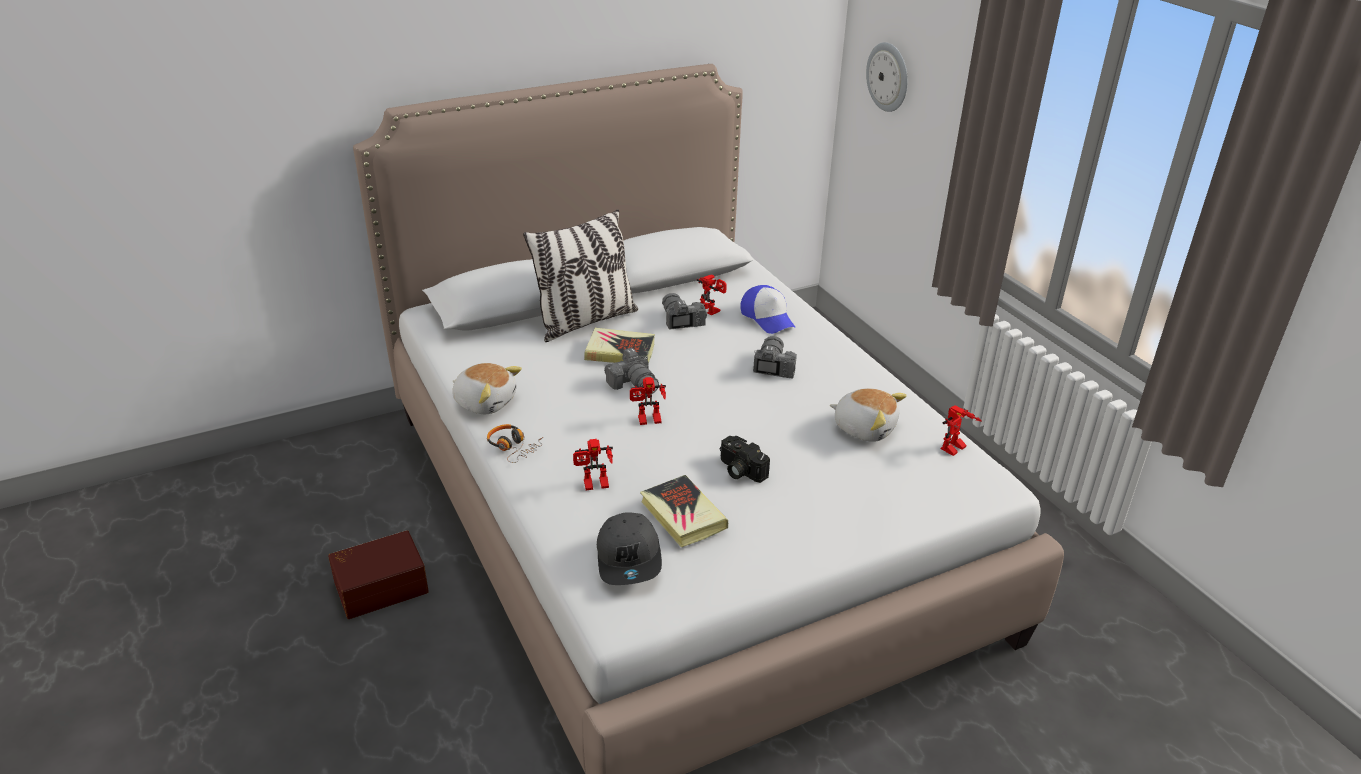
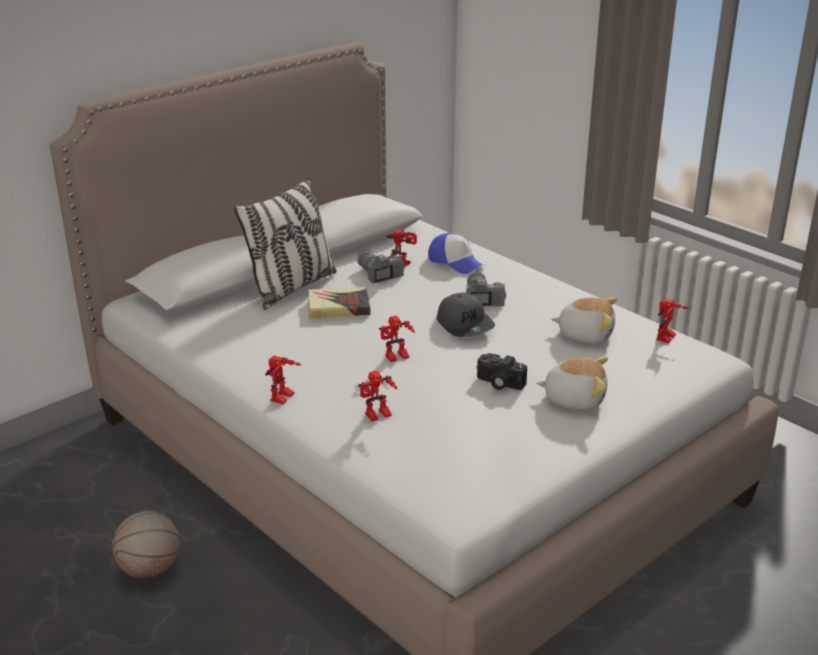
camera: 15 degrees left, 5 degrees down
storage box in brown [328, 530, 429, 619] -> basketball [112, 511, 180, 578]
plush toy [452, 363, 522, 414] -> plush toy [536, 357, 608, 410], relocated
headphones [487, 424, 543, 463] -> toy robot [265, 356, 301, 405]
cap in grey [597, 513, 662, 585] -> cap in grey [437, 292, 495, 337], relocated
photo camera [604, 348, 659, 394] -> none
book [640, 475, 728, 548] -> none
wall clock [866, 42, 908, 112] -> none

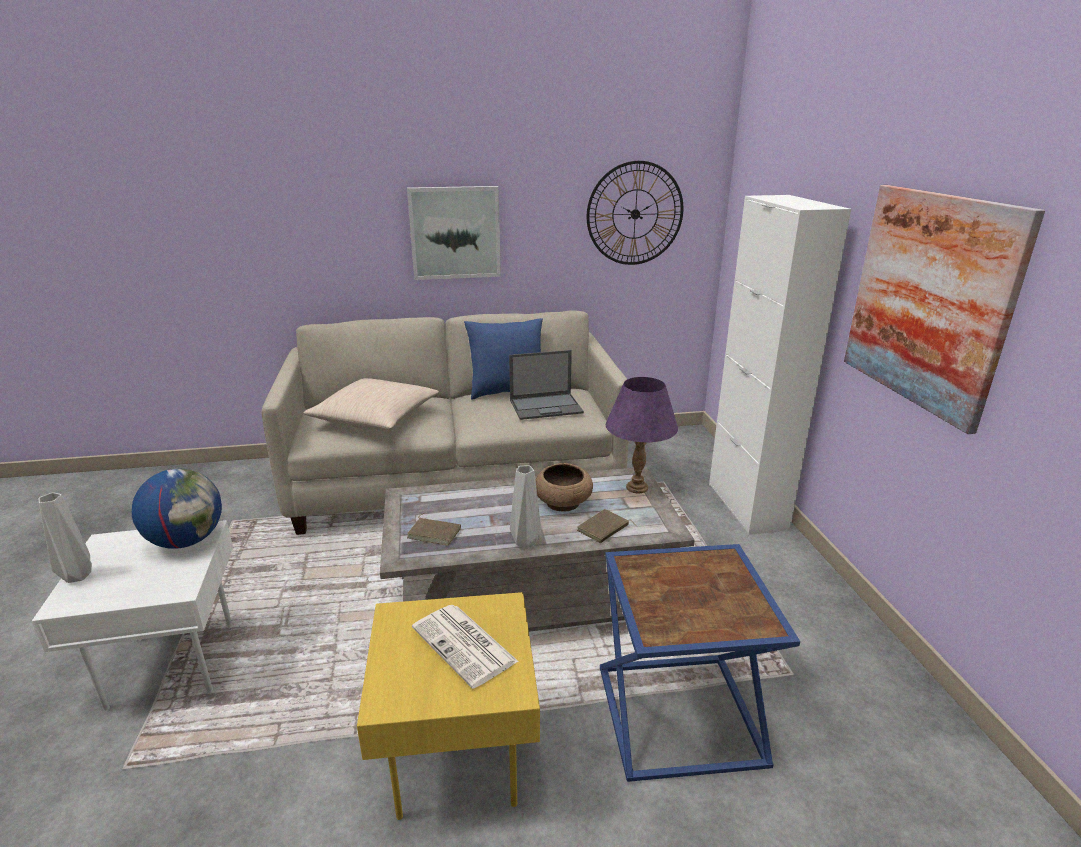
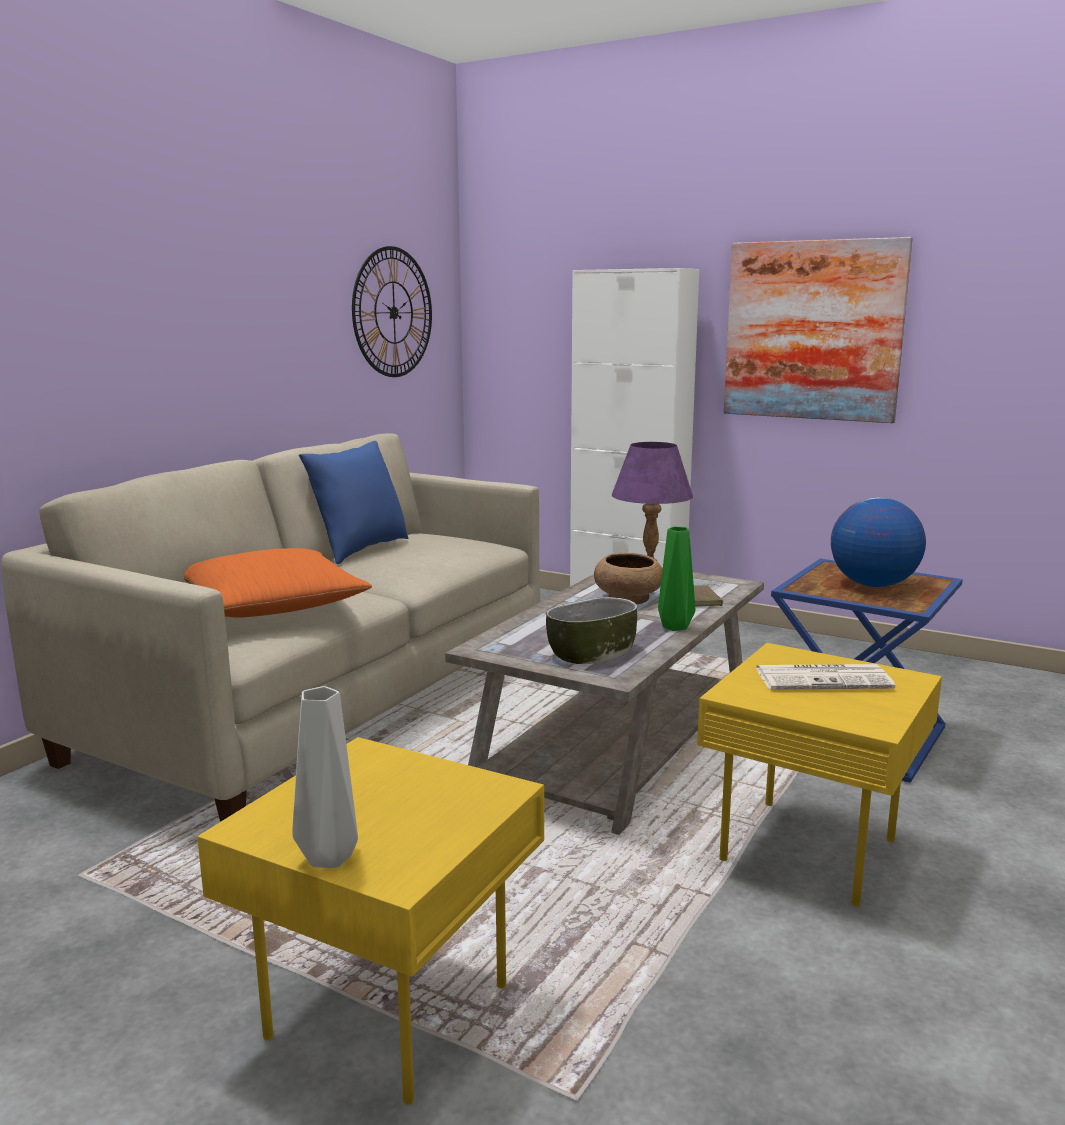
camera: 50 degrees left, 10 degrees down
side table in white [32, 520, 233, 711] -> side table in yellow [197, 737, 544, 1105]
globe [132, 468, 222, 549] -> globe [831, 497, 926, 587], relocated
pillow in beige [303, 378, 439, 430] -> pillow in orange [184, 548, 372, 618]
picture [407, 186, 501, 280] -> none
book in brown [407, 513, 461, 546] -> bowl [546, 597, 637, 664]
laptop [509, 350, 584, 420] -> none
vase in grey [510, 466, 541, 548] -> vase in green [658, 526, 695, 631]

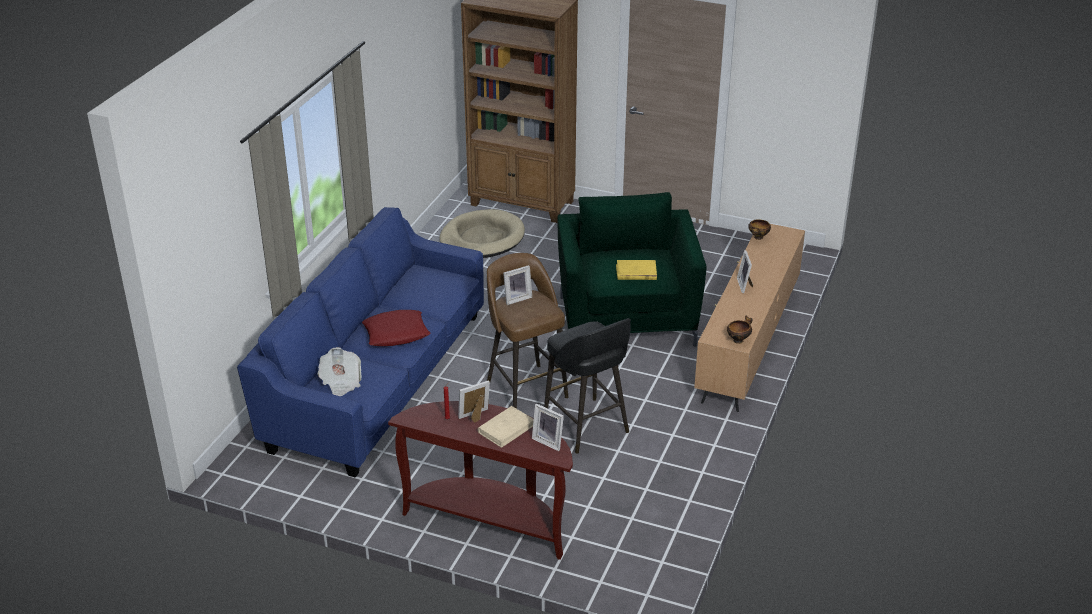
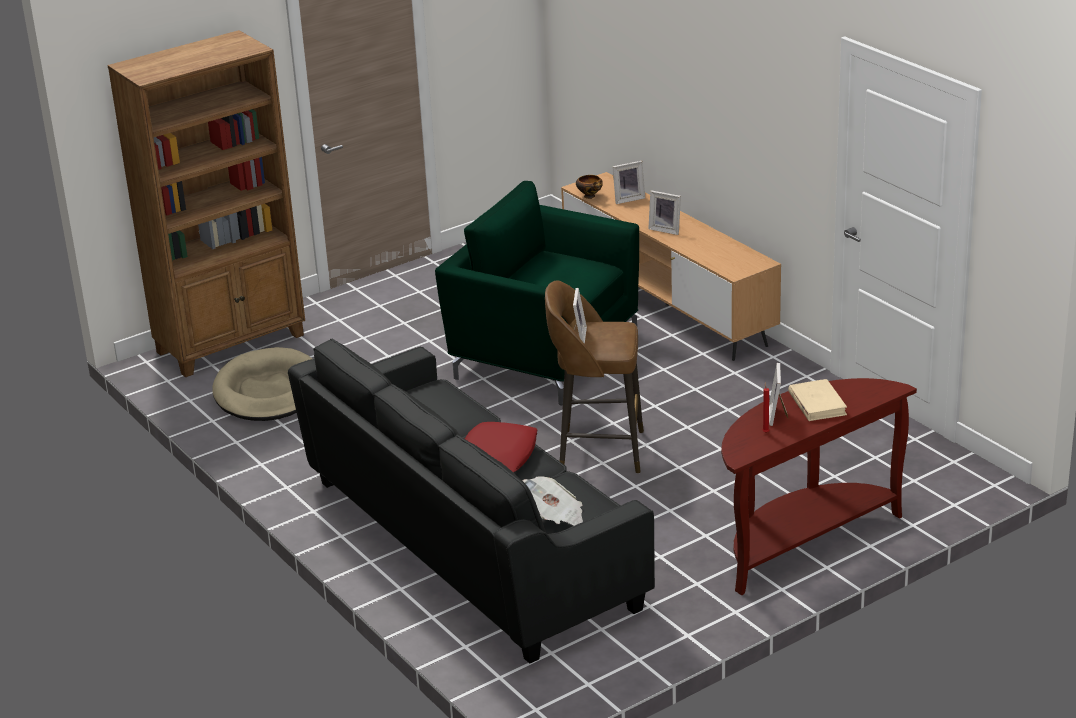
camera: 55 degrees left, 5 degrees down
sofa in blue [237, 207, 484, 478] -> sofa in black [288, 339, 655, 664]
picture frame [532, 403, 564, 451] -> picture frame [612, 161, 645, 204], relocated
stool in black [544, 318, 631, 454] -> none
book in yellow [616, 260, 657, 280] -> none
bowl [727, 316, 753, 344] -> none

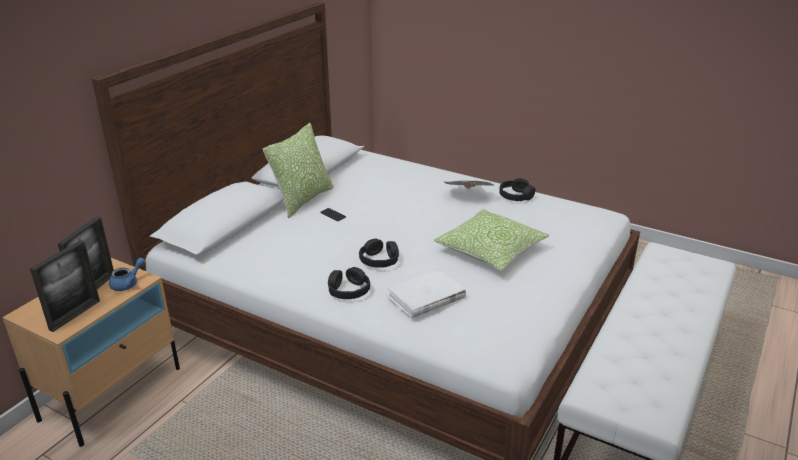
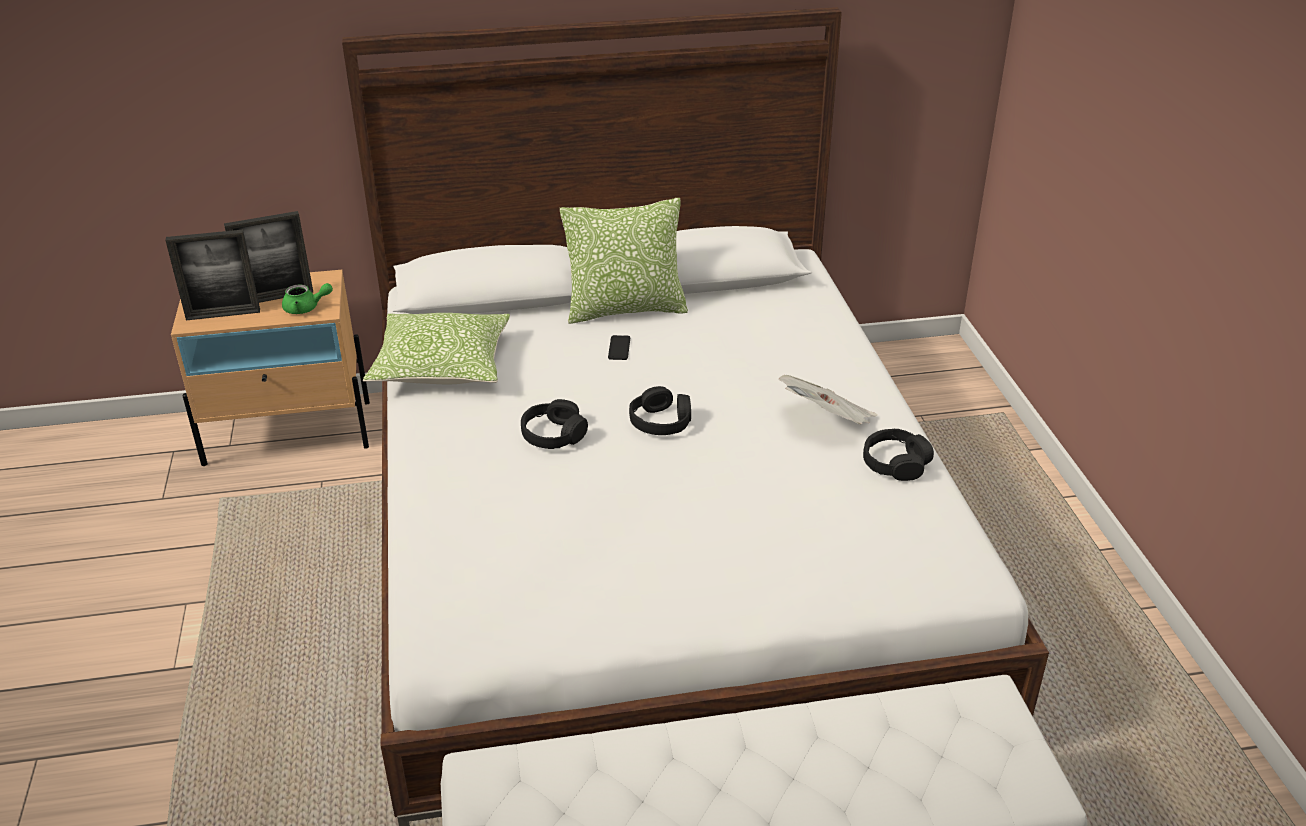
camera: 50 degrees right, 5 degrees up
teapot in blue [109, 258, 145, 291] -> teapot in green [282, 283, 333, 314]
headphones in black [328, 267, 370, 299] -> headphones in black [629, 386, 691, 435], relocated
book in white [386, 269, 466, 318] -> none
pillow [434, 209, 549, 271] -> pillow [363, 313, 510, 384], relocated

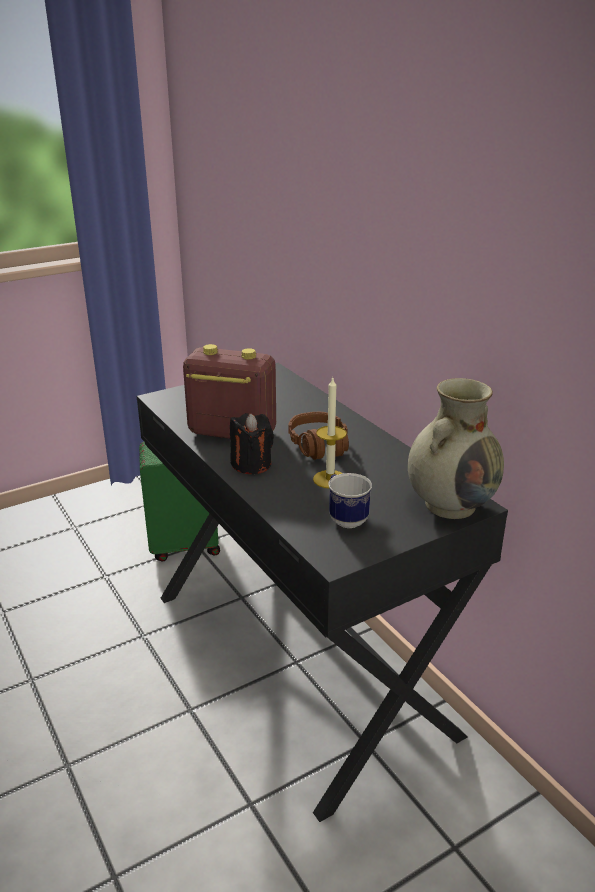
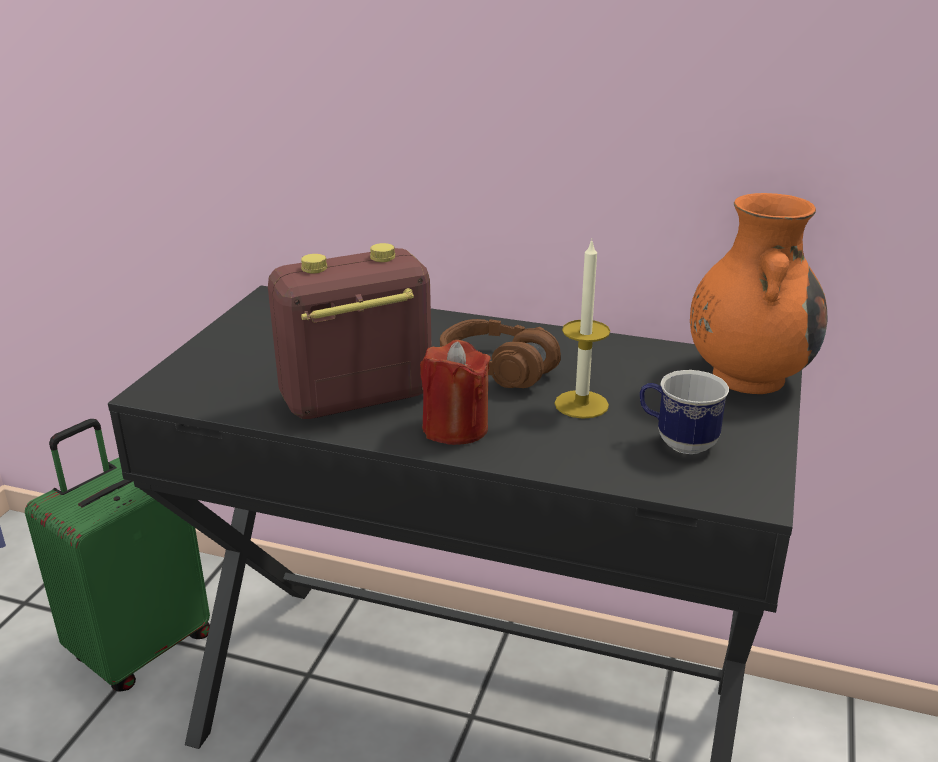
camera: 40 degrees left, 0 degrees up
candle in black [230, 413, 274, 474] -> candle in red [420, 340, 491, 445]
vase in beige [408, 378, 504, 519] -> vase in orange [690, 193, 828, 394]

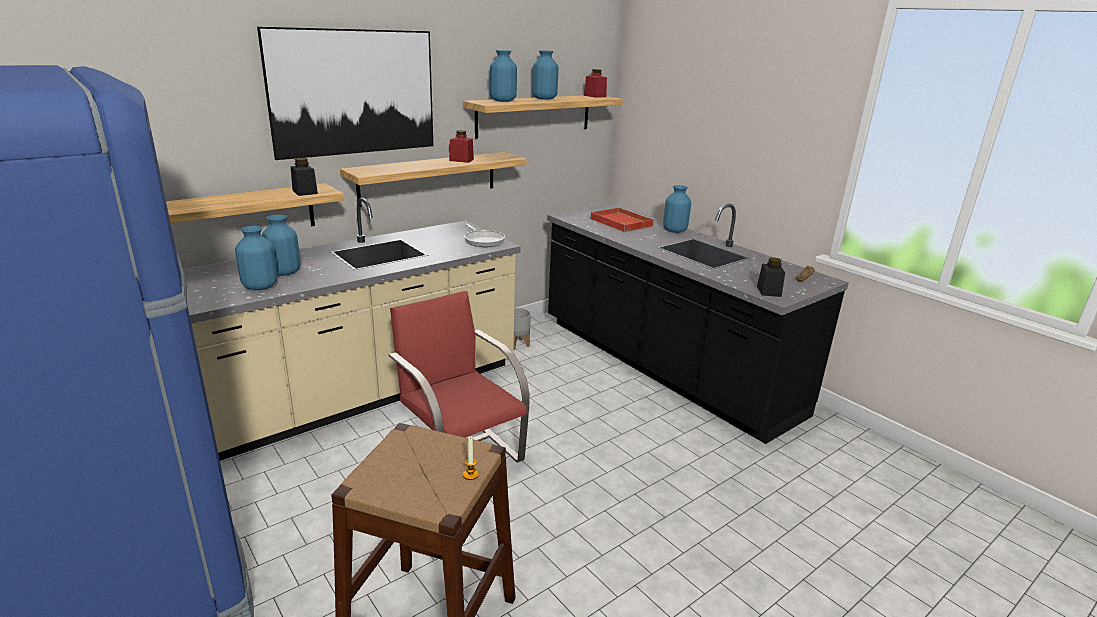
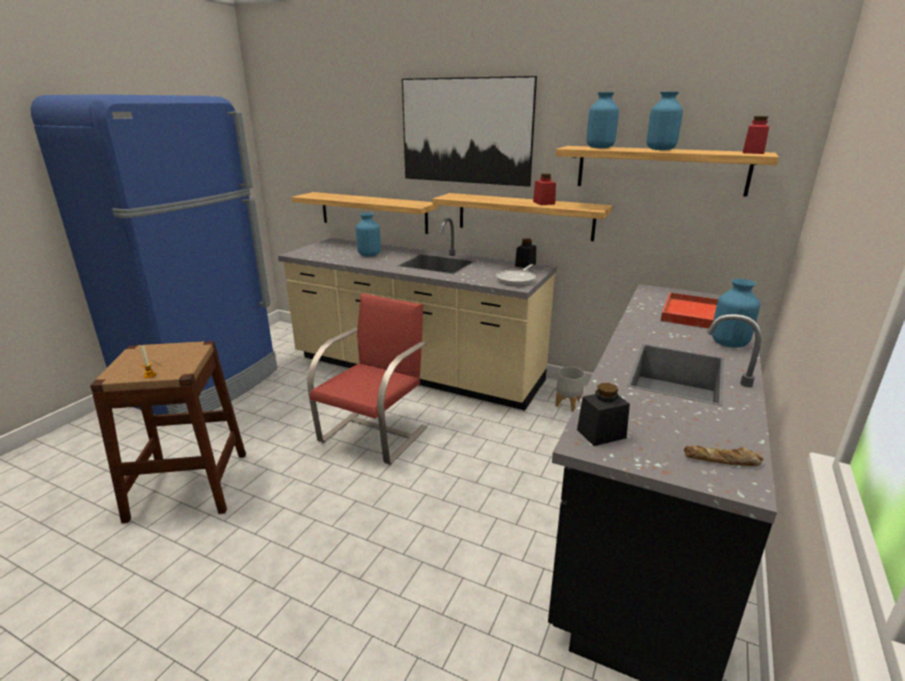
camera: 65 degrees right, 0 degrees up
vase in blue [235, 226, 278, 290] -> none
jar in black [291, 158, 318, 196] -> jar in black [515, 238, 536, 269], relocated

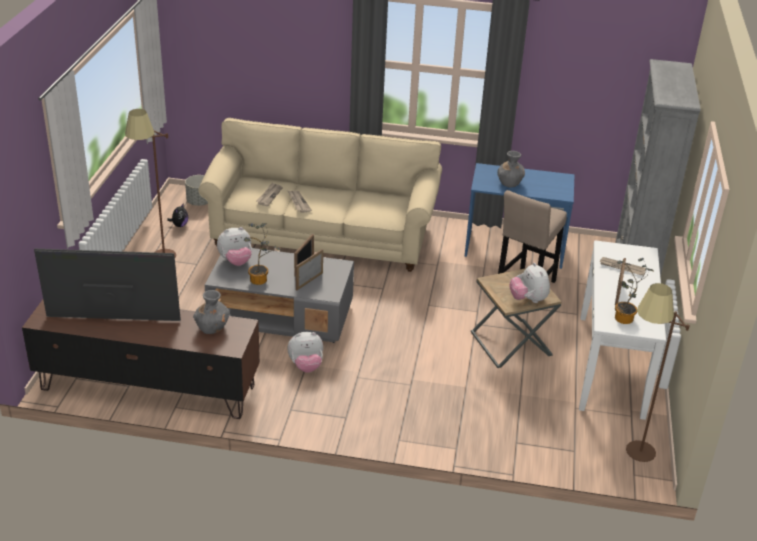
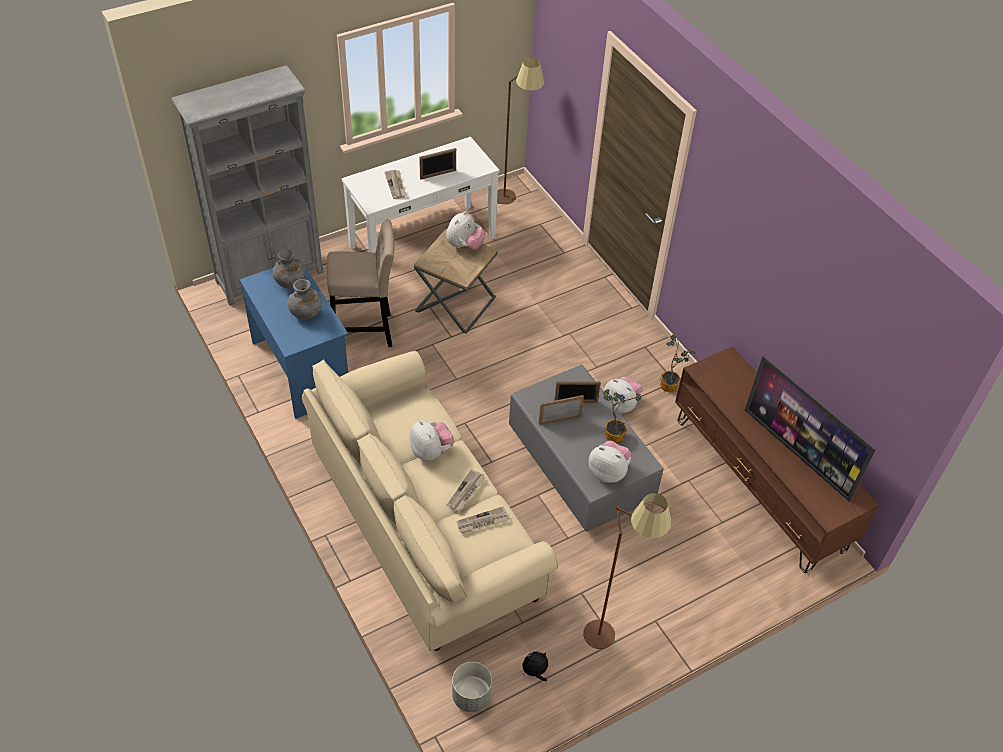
camera: 130 degrees left, 15 degrees up
vase in grey [193, 290, 230, 334] -> vase in grey [272, 249, 306, 289], relocated
potted plant [615, 258, 653, 324] -> potted plant [660, 334, 696, 392], relocated
none -> plush toy [410, 420, 454, 461]

